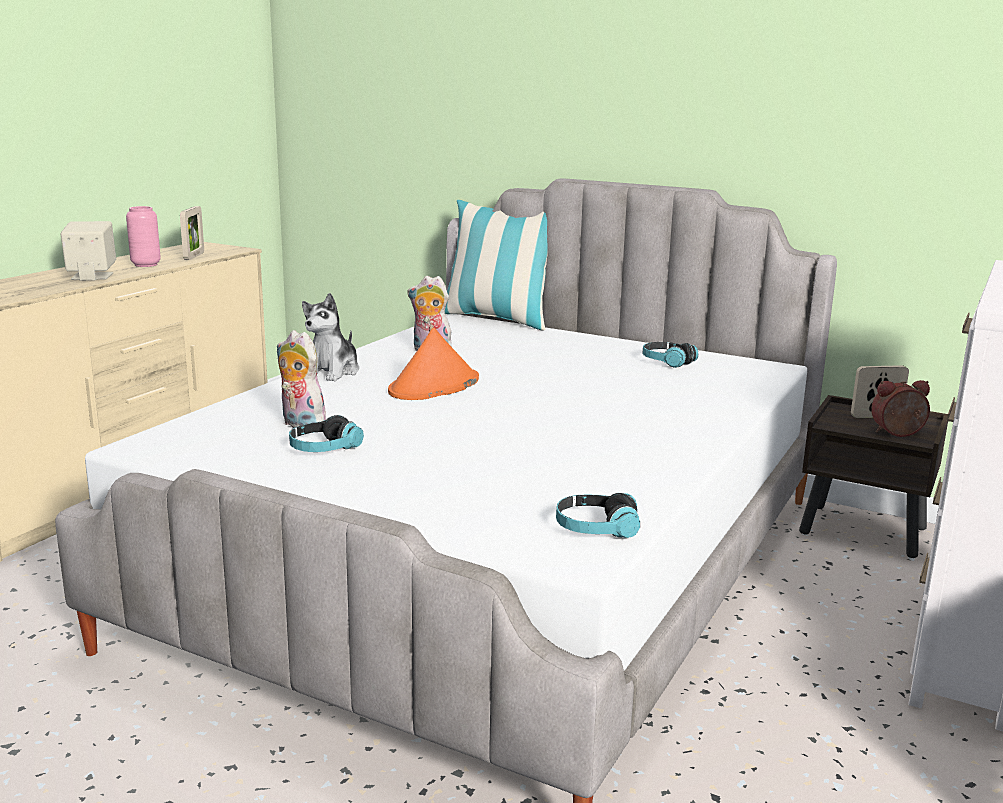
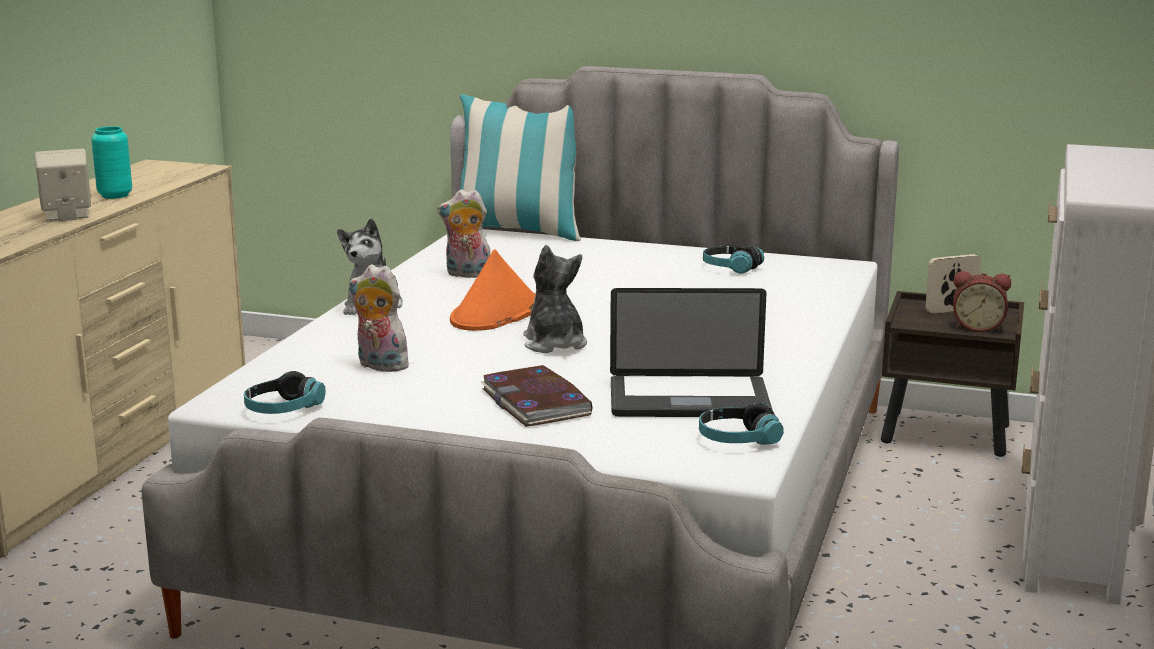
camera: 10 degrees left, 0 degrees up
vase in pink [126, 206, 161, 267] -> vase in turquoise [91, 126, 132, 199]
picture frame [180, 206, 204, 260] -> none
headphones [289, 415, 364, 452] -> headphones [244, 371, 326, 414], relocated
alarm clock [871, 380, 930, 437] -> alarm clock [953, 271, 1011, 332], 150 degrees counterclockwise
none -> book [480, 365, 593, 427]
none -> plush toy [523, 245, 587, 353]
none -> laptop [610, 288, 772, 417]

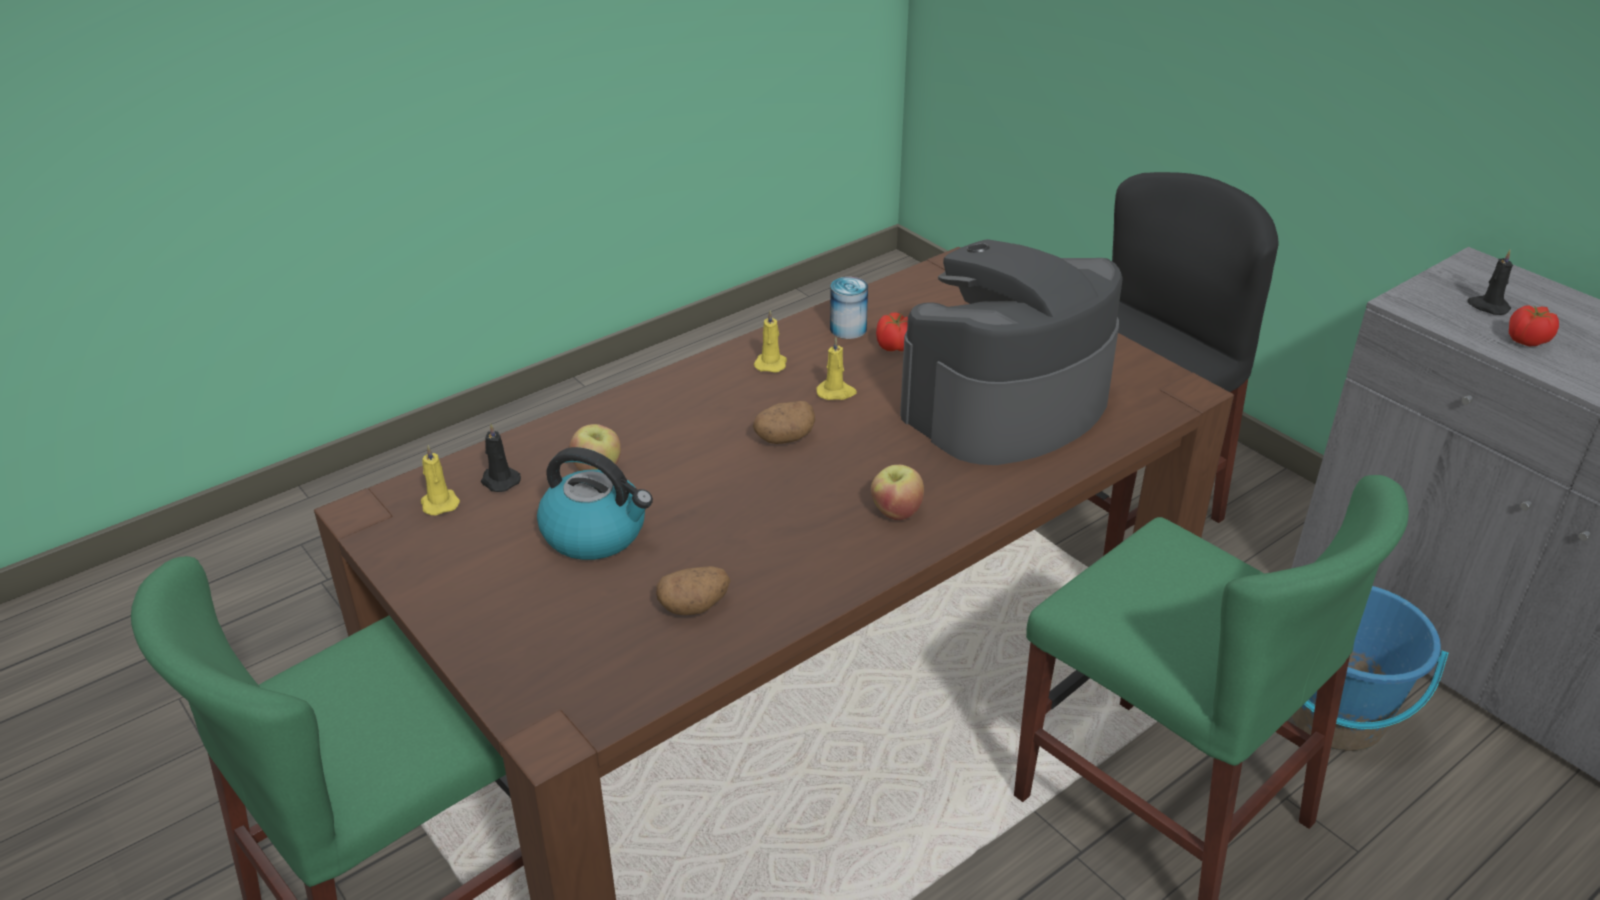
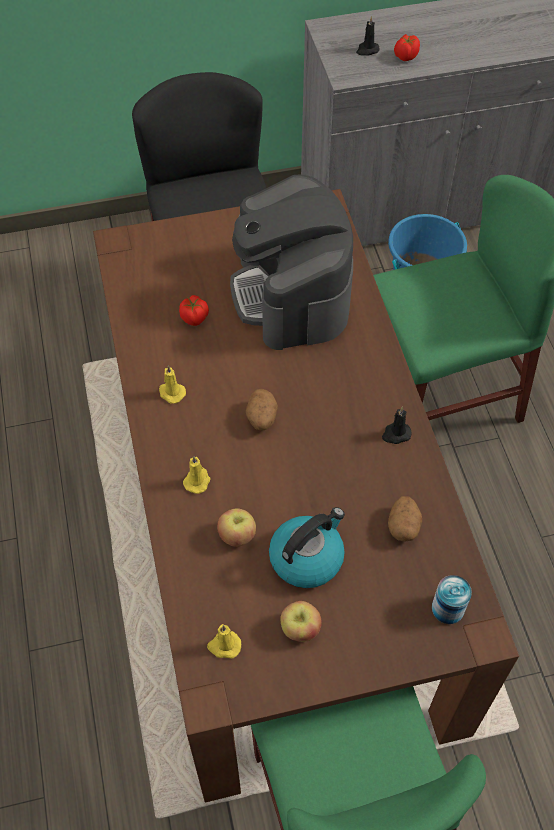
camera: 65 degrees left, 20 degrees up
candle in black [481, 423, 521, 492] -> candle in black [382, 407, 412, 444], relocated
candle in yellow [816, 337, 857, 400] -> candle in yellow [183, 456, 210, 494], relocated
can [830, 277, 868, 339] -> can [432, 575, 472, 624], relocated
apple [871, 465, 924, 520] -> apple [280, 601, 322, 642], relocated

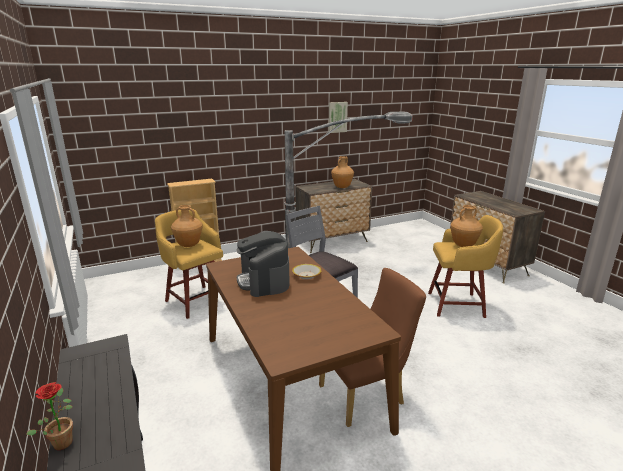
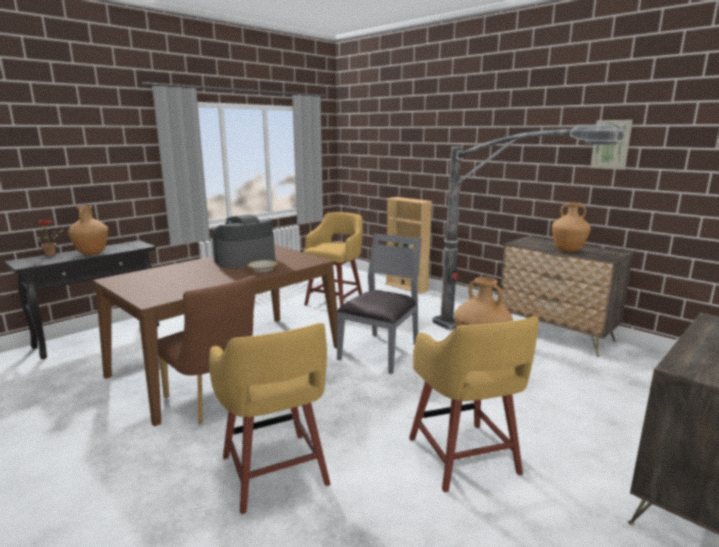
camera: 70 degrees right, 5 degrees down
vase in brown [171, 205, 203, 247] -> vase in brown [68, 206, 108, 255], relocated
none -> stool in yellow [209, 323, 331, 514]

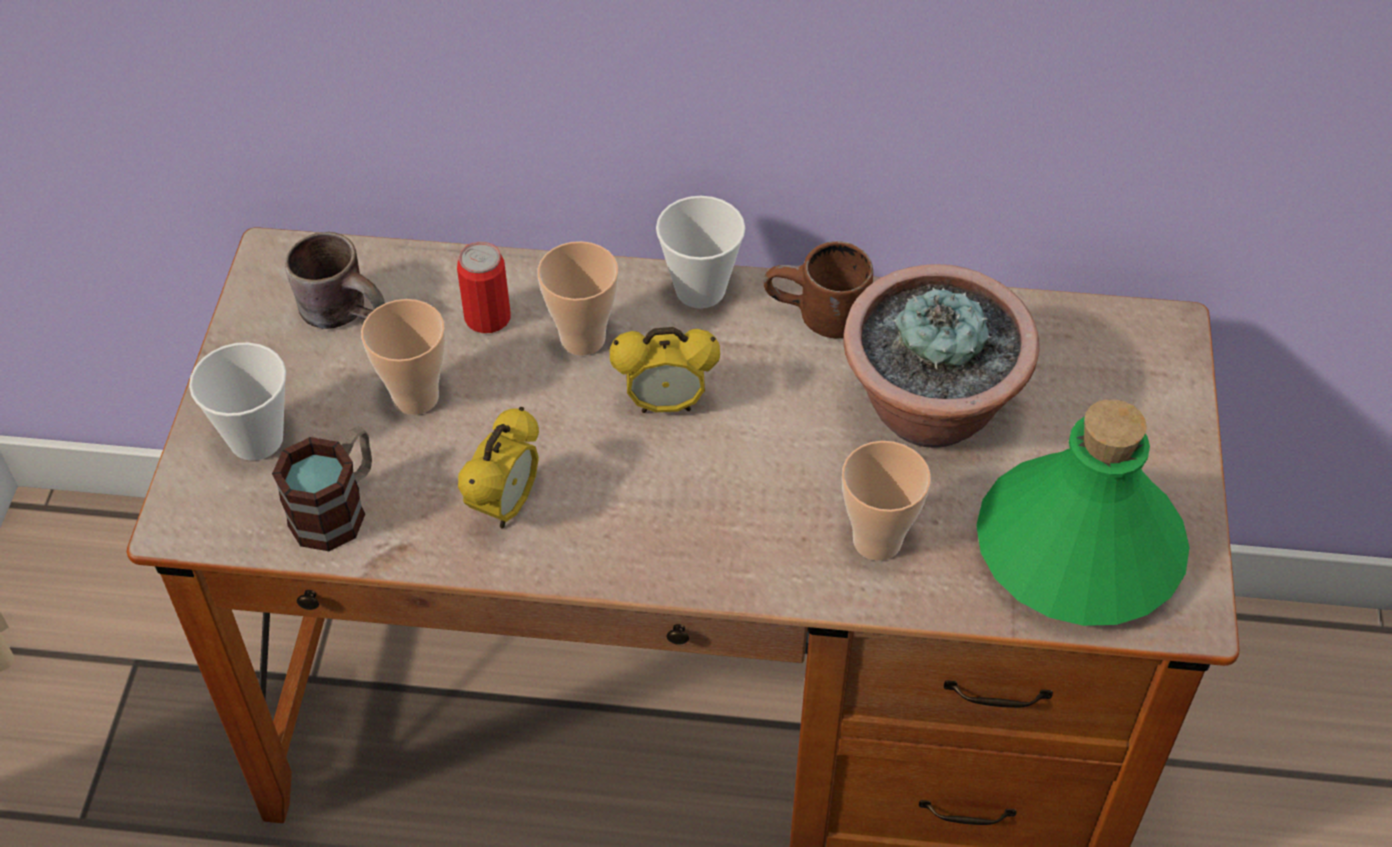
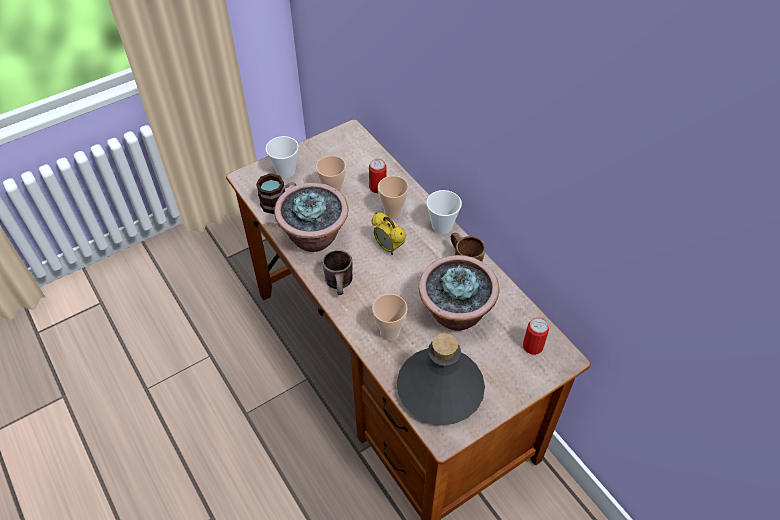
camera: 50 degrees right, 0 degrees up
mug in brown [285, 232, 385, 329] -> mug in brown [322, 250, 353, 295], relocated
alarm clock [458, 407, 539, 528] -> potted plant [274, 183, 348, 252]
bottle in green [976, 399, 1190, 626] -> bottle in grey [397, 333, 485, 425]
none -> can [523, 317, 549, 355]

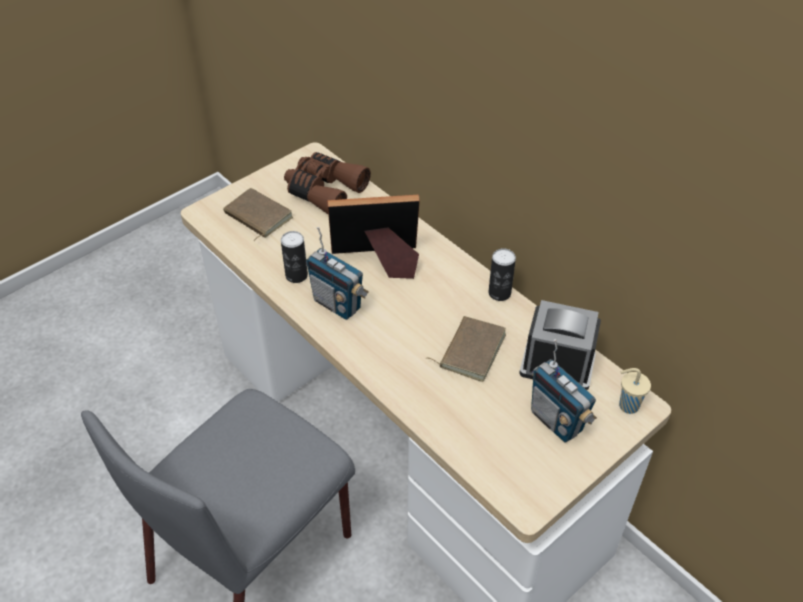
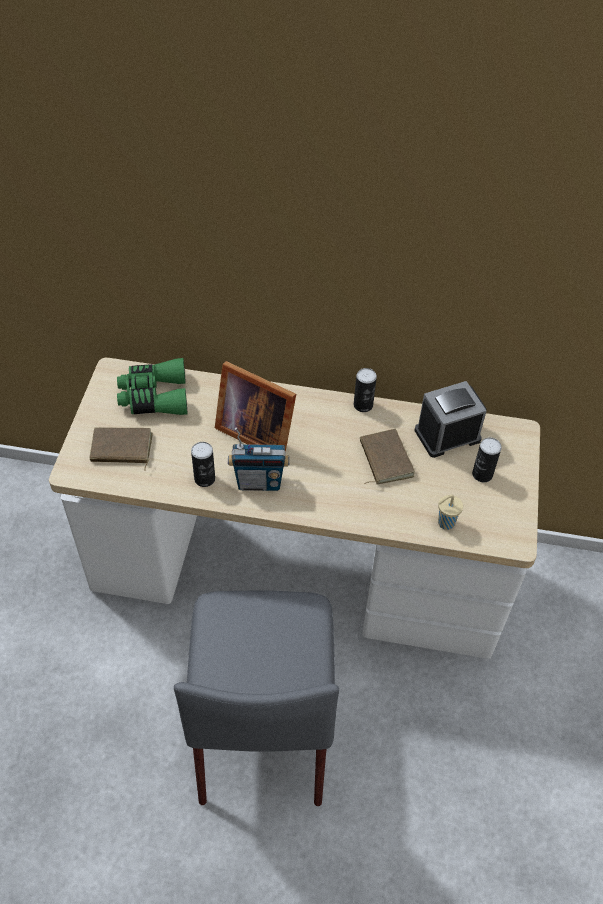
camera: 40 degrees left, 5 degrees up
binoculars in brown [284, 152, 371, 214] -> binoculars in green [117, 358, 188, 415]
picture frame [327, 195, 420, 279] -> picture frame [215, 361, 296, 451], 105 degrees counterclockwise
radio [531, 339, 597, 443] -> can [472, 437, 502, 482]
cup in beige [619, 368, 651, 414] -> cup in beige [438, 495, 463, 530], relocated

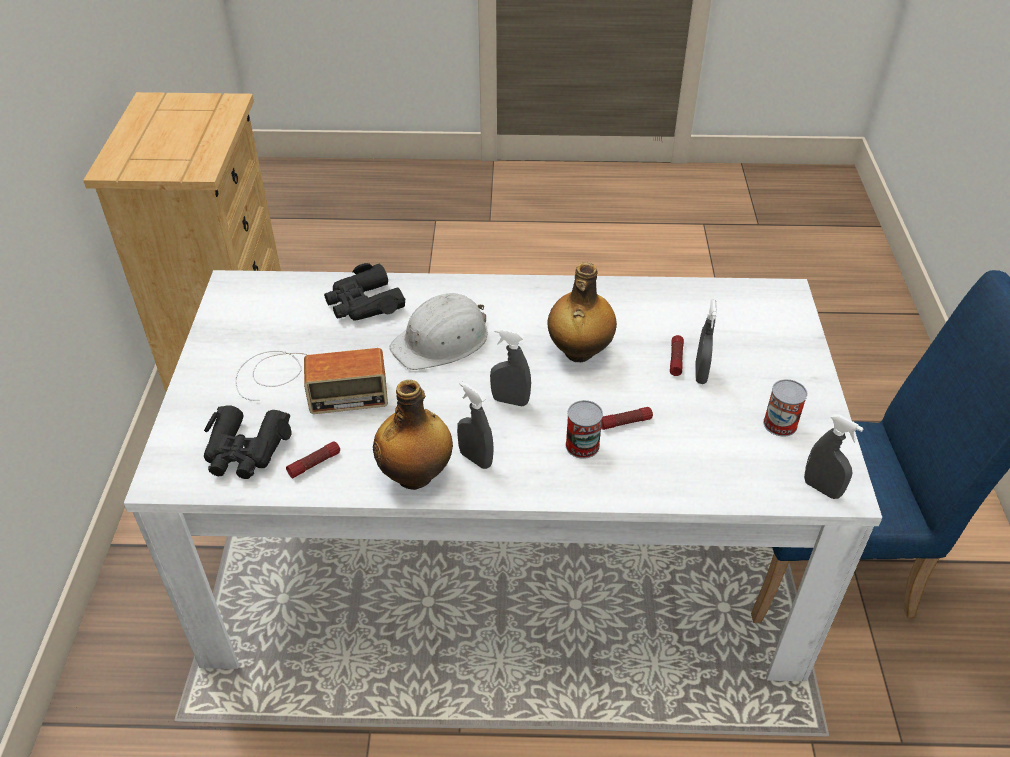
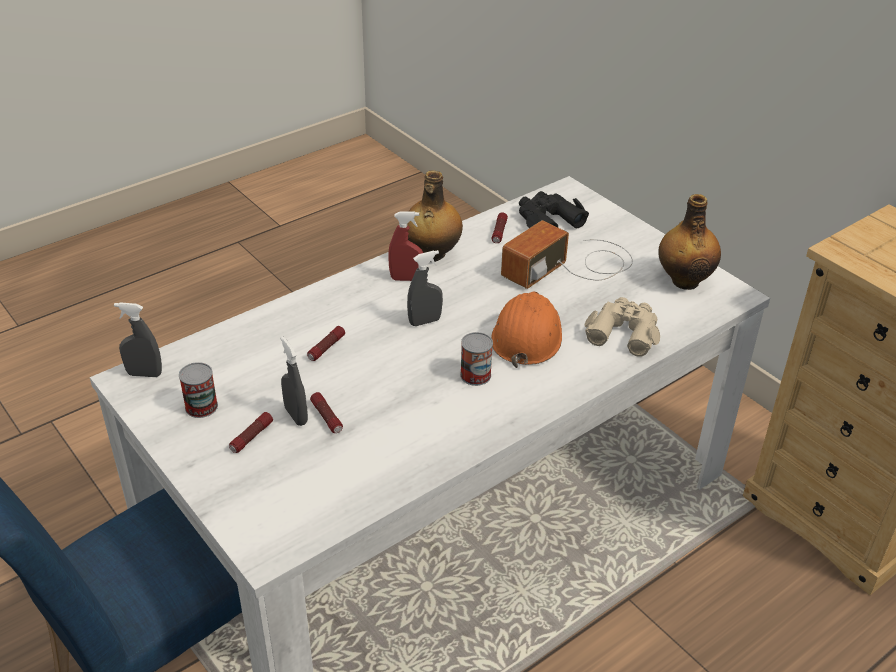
camera: 140 degrees right, 5 degrees down
binoculars in black [324, 263, 406, 321] -> binoculars in beige [585, 297, 660, 357]
hard hat in white [390, 293, 488, 370] -> hard hat in orange [491, 292, 562, 368]
spray bottle in grey [457, 381, 494, 469] -> spray bottle in red [388, 211, 423, 281]
bottle [547, 263, 617, 362] -> bottle [658, 194, 721, 290], relocated
can [565, 400, 603, 459] -> can [460, 332, 493, 386], relocated
none -> flashlight [229, 412, 273, 453]

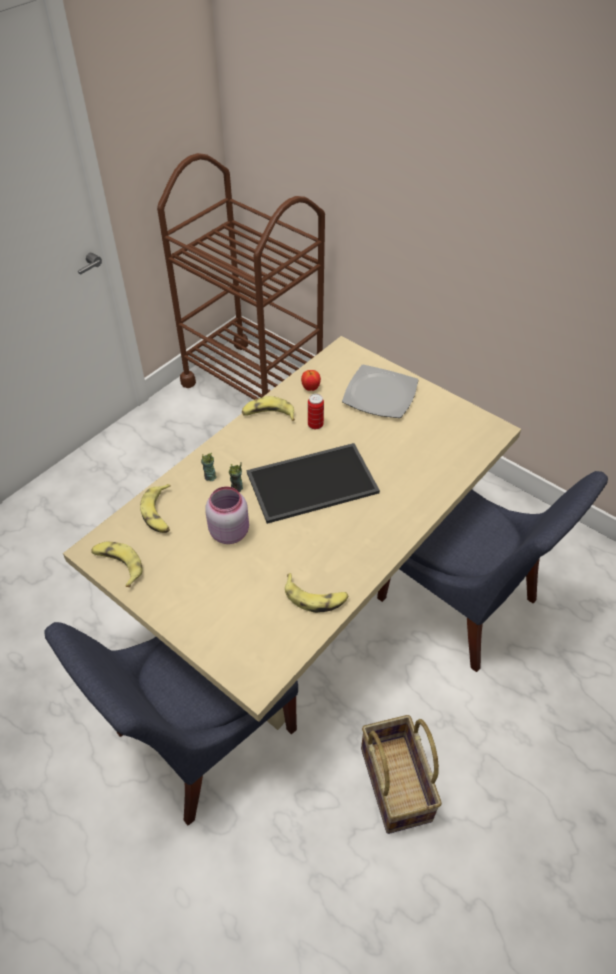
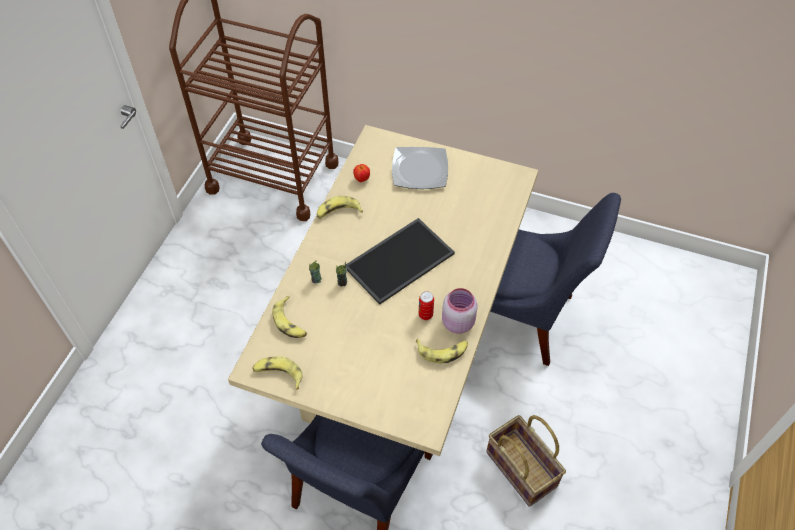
camera: 20 degrees left, 5 degrees up
jar in pink [205, 486, 249, 544] -> jar in pink [442, 288, 477, 334], relocated
can [308, 394, 324, 429] -> can [419, 291, 434, 320], relocated

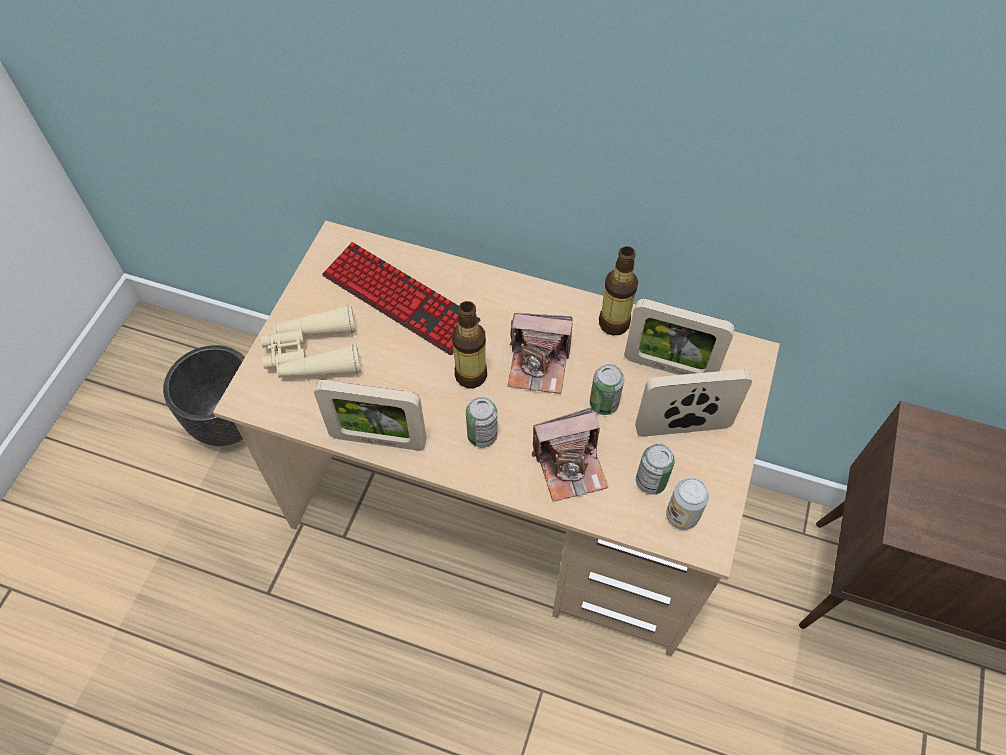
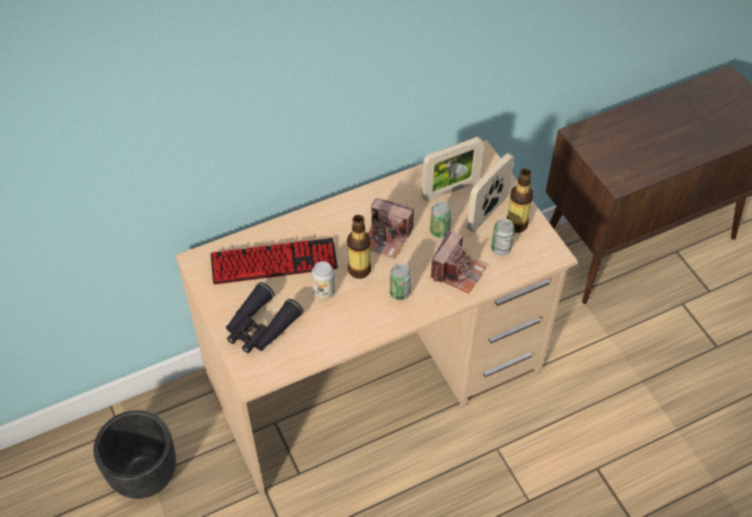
camera: 45 degrees left, 5 degrees down
binoculars in beige [261, 305, 361, 378] -> binoculars in black [226, 282, 303, 353]
picture frame [314, 380, 426, 450] -> none
photo camera [508, 313, 573, 394] -> photo camera [368, 198, 414, 259], 60 degrees clockwise
bottle [599, 246, 638, 335] -> bottle [506, 169, 533, 233], relocated
can [666, 478, 709, 530] -> can [312, 261, 335, 300], relocated

